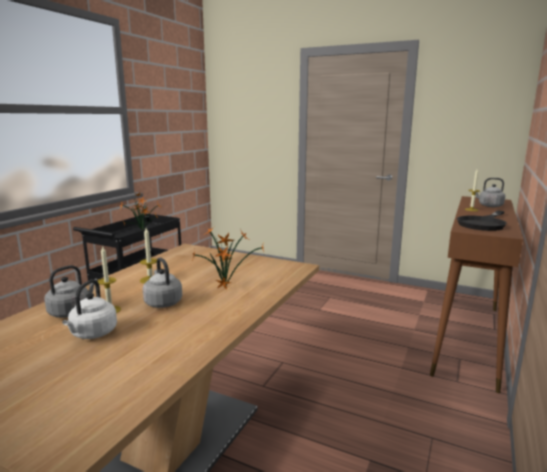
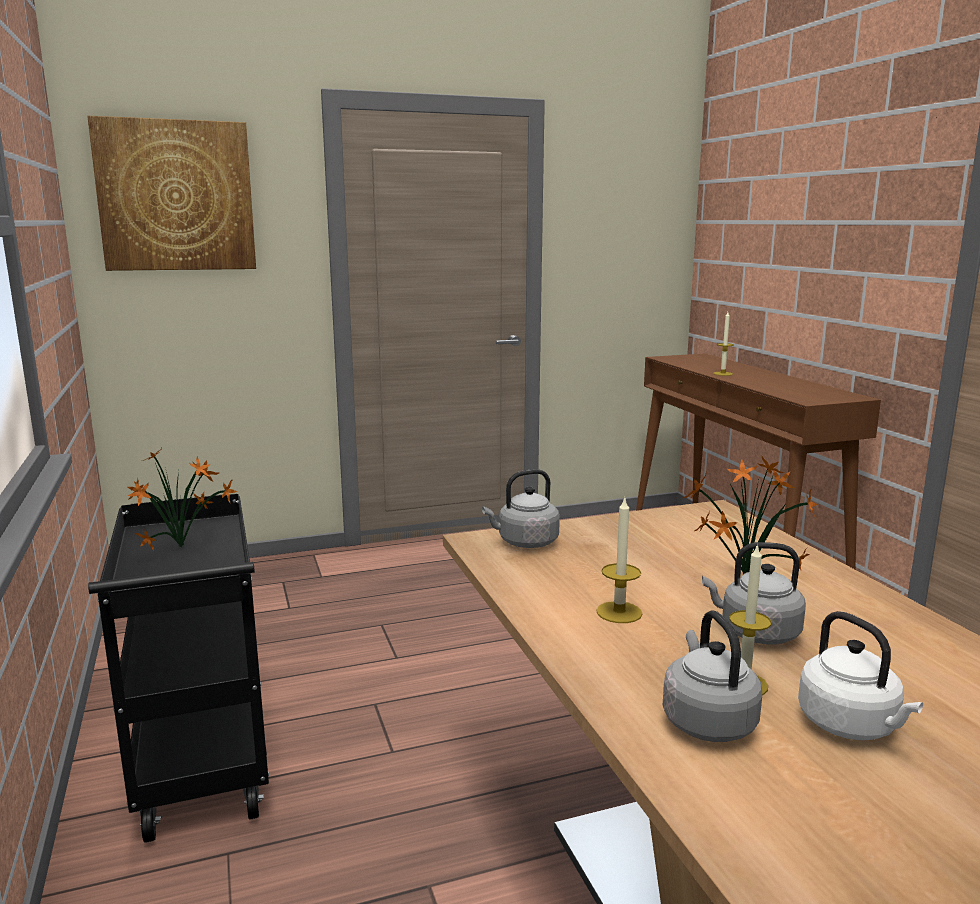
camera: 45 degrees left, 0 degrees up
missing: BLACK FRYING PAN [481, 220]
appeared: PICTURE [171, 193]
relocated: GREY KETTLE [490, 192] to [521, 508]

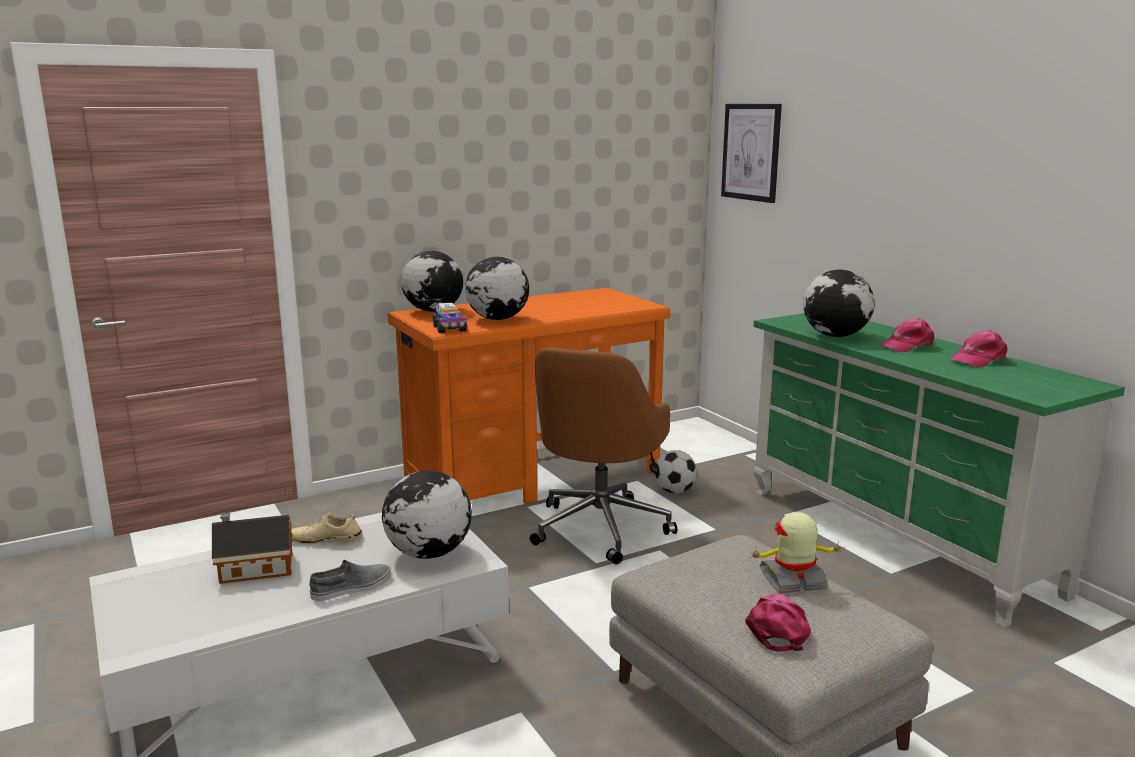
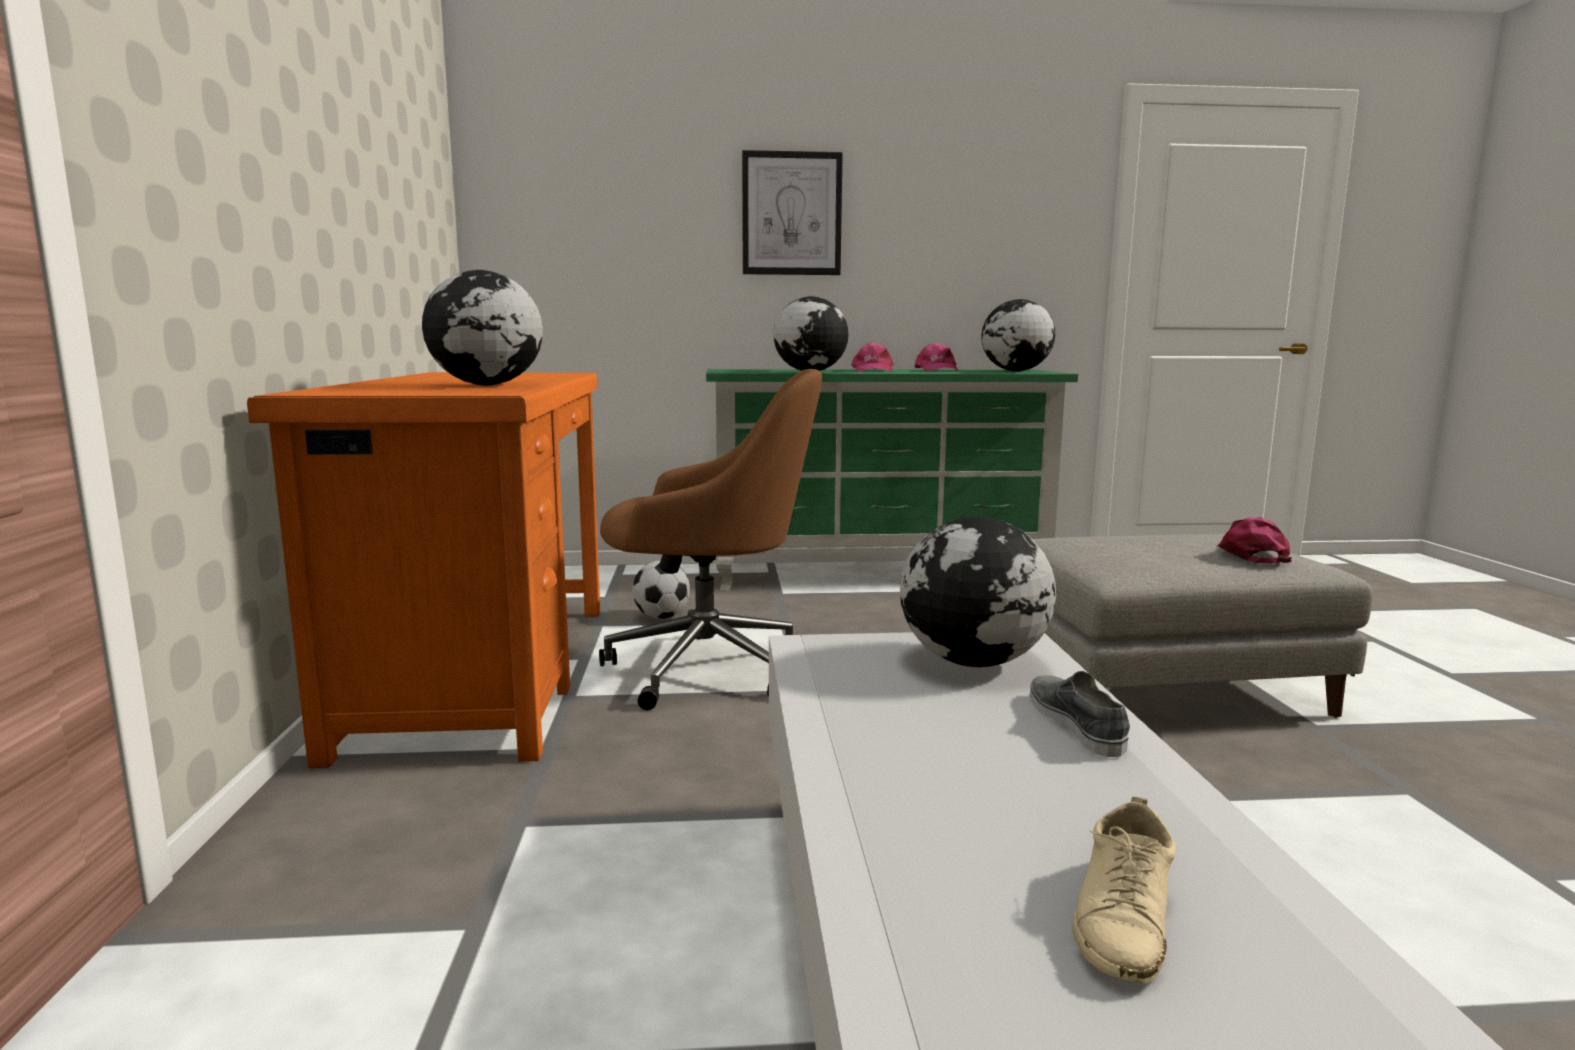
camera: 65 degrees left, 5 degrees down
missing: TOY TRUCK [450, 318]; TOY ROBOT [797, 552]; TOY HOUSE [252, 548]
relocated: PICTURE [751, 153] to [792, 212]; GLOBE [432, 281] to [1018, 335]; BEIGE SHOE [327, 528] to [1124, 889]
spun: BROWN OFFICE CHAIR [603, 455] = [710, 539] 45 degrees counterclockwise; PINK CAP [778, 623] = [1254, 540] 60 degrees clockwise

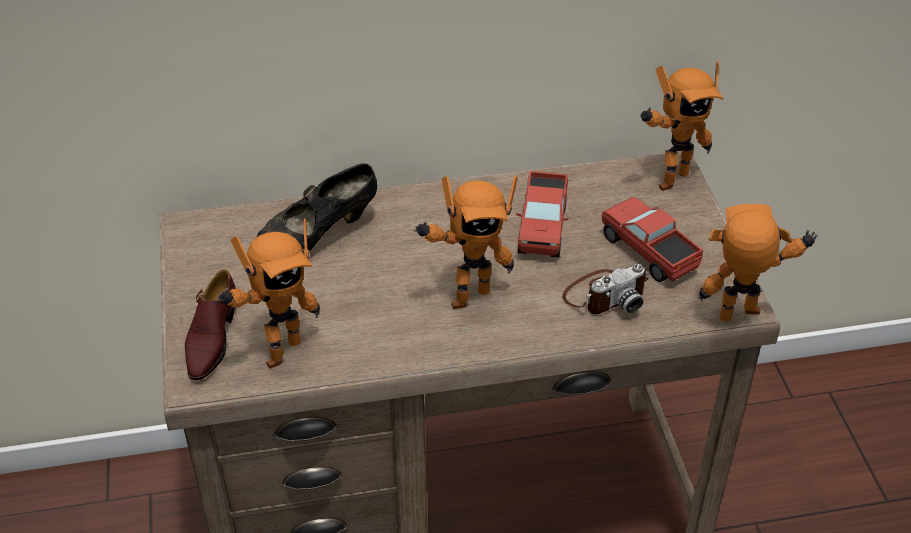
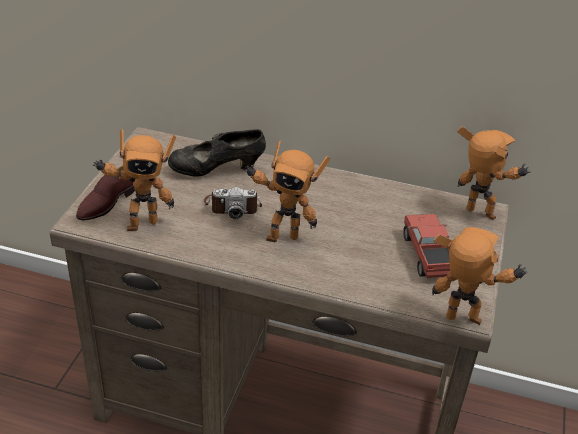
camera: 25 degrees right, 5 degrees down
missing: TOY TRUCK [542, 214]
relocated: PHOTO CAMERA [605, 289] to [233, 203]
spun: TOY ROBOT [681, 126] = [494, 173] 135 degrees counterclockwise

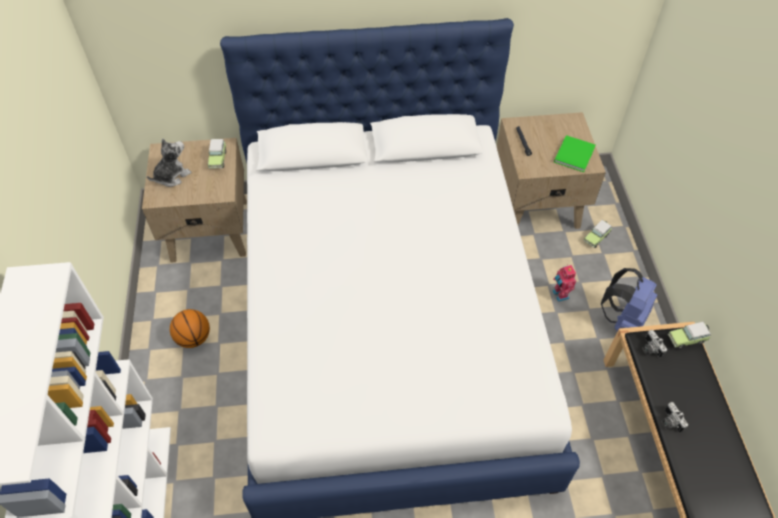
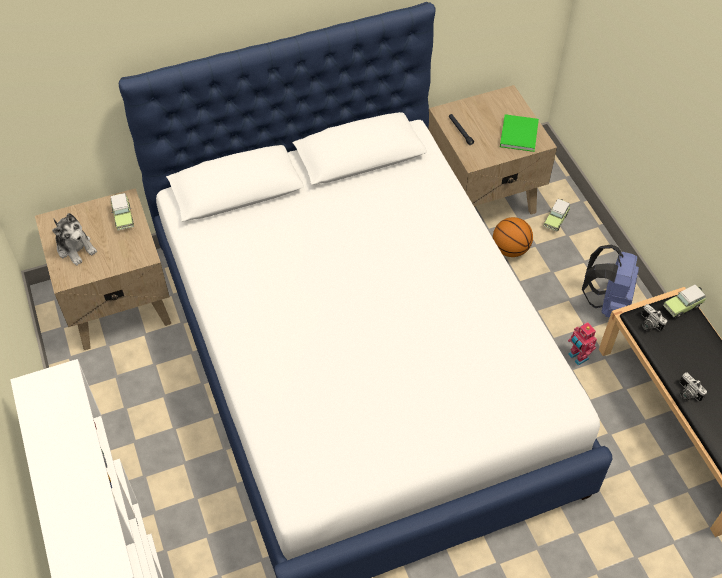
camera: 15 degrees left, 0 degrees up
relocated: TOY ROBOT [564, 283] to [582, 344]; BASKETBALL [190, 328] to [513, 237]
spun: PLUSH TOY [169, 162] = [74, 239] 105 degrees clockwise

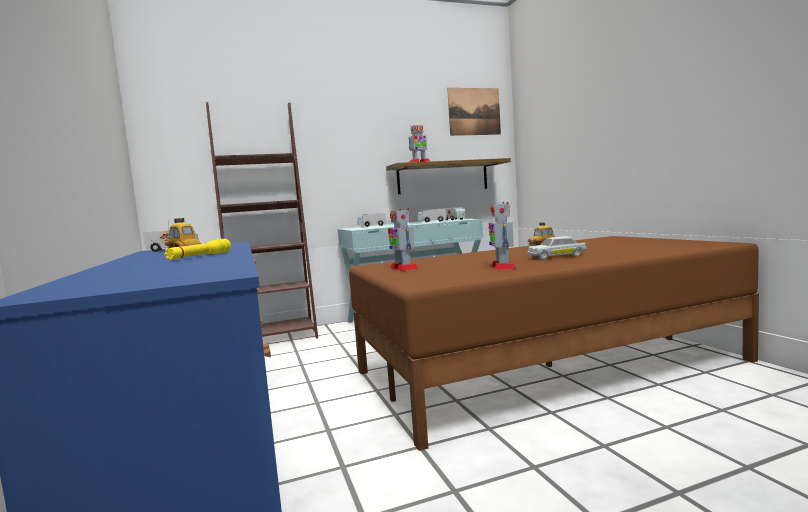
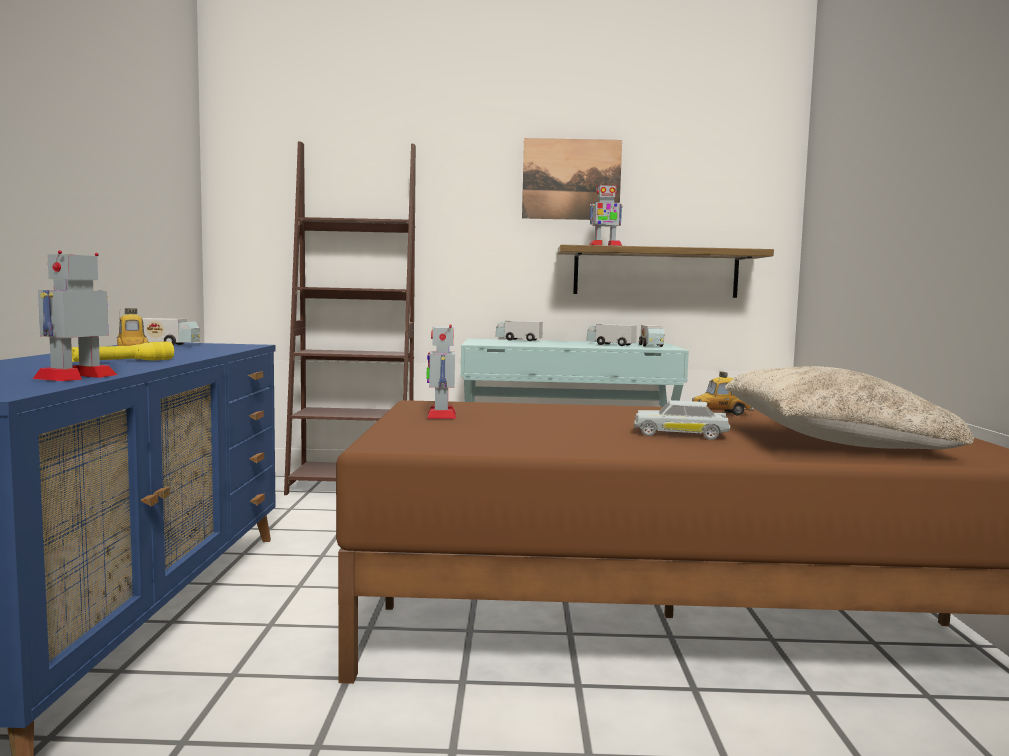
camera: 20 degrees right, 0 degrees up
appeared: BEIGE PILLOW [849, 407]
relocated: PICTURE [474, 112] to [572, 179]; TOY ROBOT [503, 236] to [75, 315]

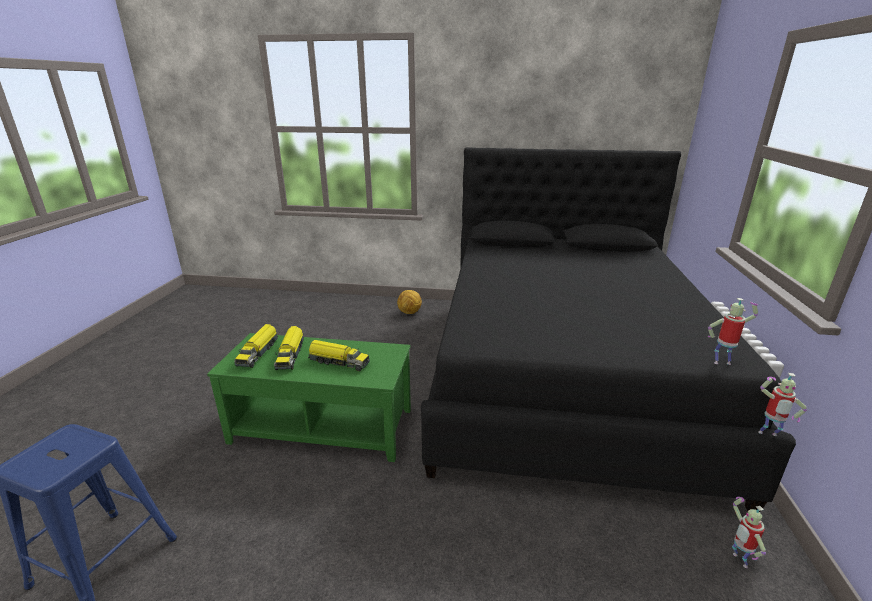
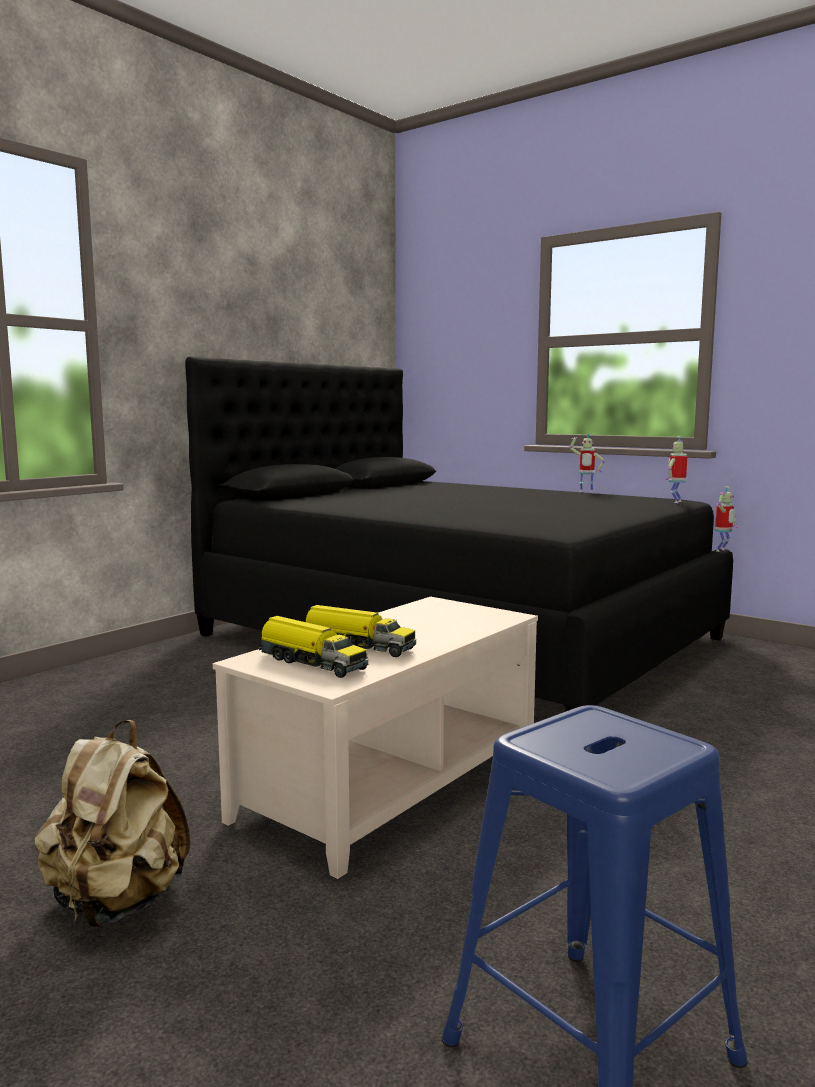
camera: 60 degrees left, 15 degrees down
missing: FOOTBALL [409, 302]; TOY TRUCK [339, 355]
appeared: BEIGE BACKPACK [112, 823]
relocated: TOY ROBOT [749, 532] to [587, 462]
colour: GREEN COFFEE TABLE [309, 397] to BEIGE COFFEE TABLE [375, 738]

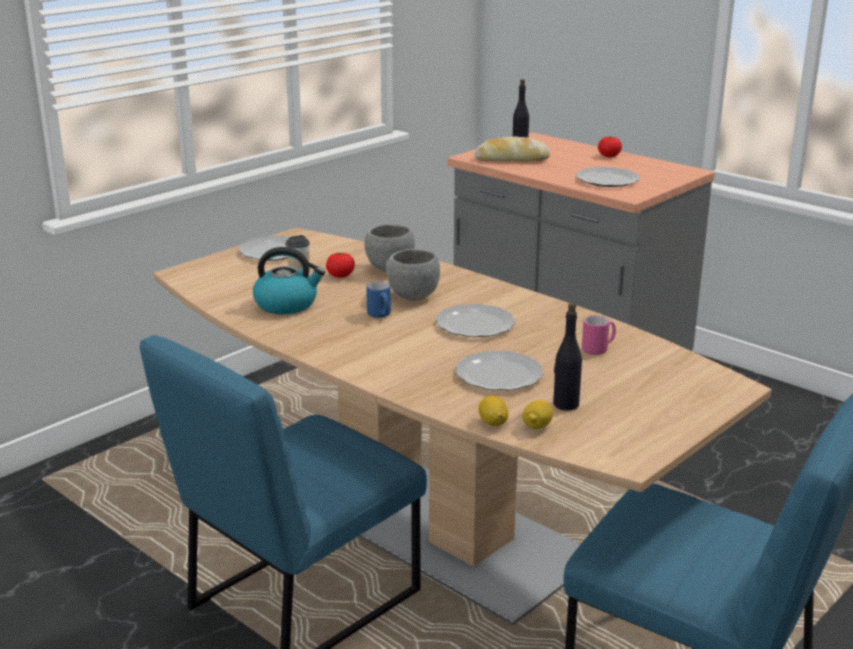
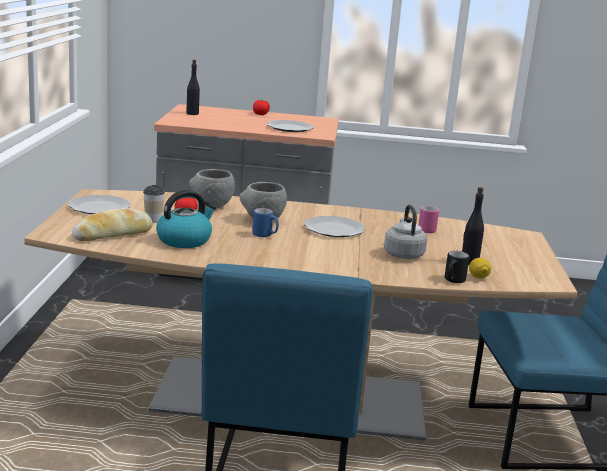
camera: 40 degrees left, 5 degrees down
relocated: BREAD [512, 148] to [112, 224]
exchanged: PLATE [500, 371] to GREY KETTLE [405, 231]; LEMON [493, 411] to BLACK MUG [457, 267]

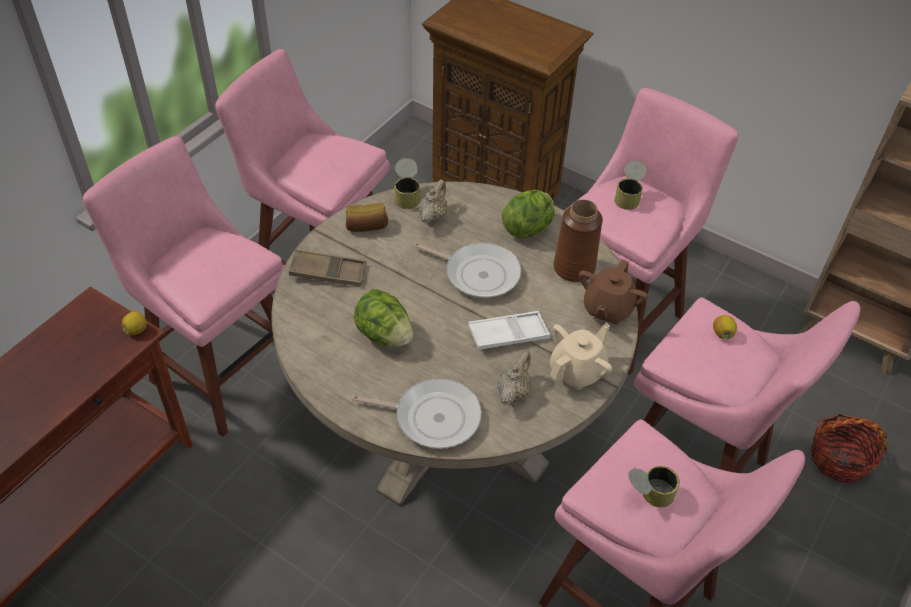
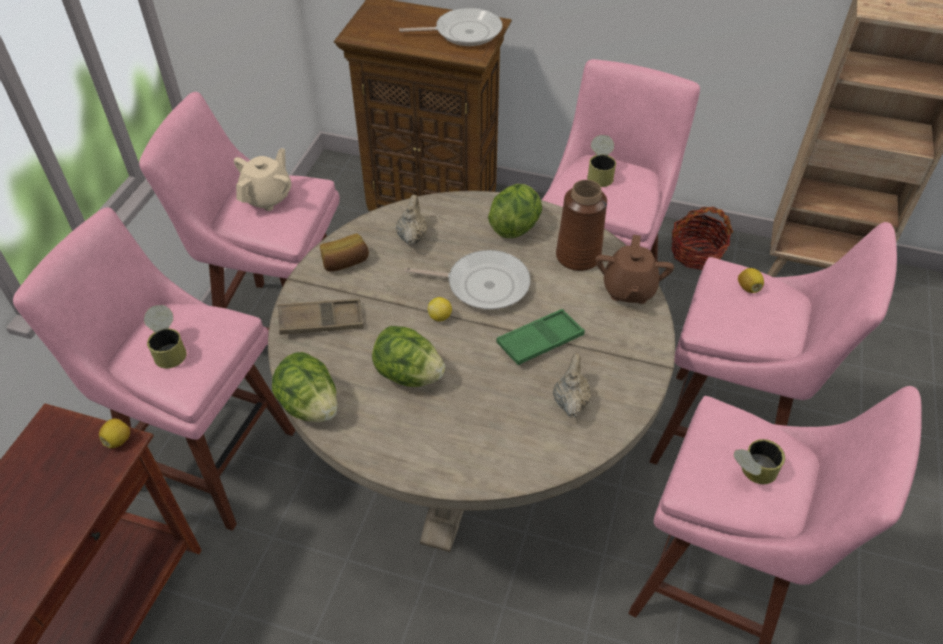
camera: 15 degrees left, 0 degrees up
appeared: LEMON [440, 309]; LETTUCE [304, 387]
relocated: CAN [407, 183] to [165, 337]; BEIGE TEAPOT [581, 356] to [262, 179]; FRYING PAN [417, 413] to [450, 27]; BASKET [849, 448] to [702, 238]
colour: WHITE TRAY [509, 330] to GREEN TRAY [540, 337]

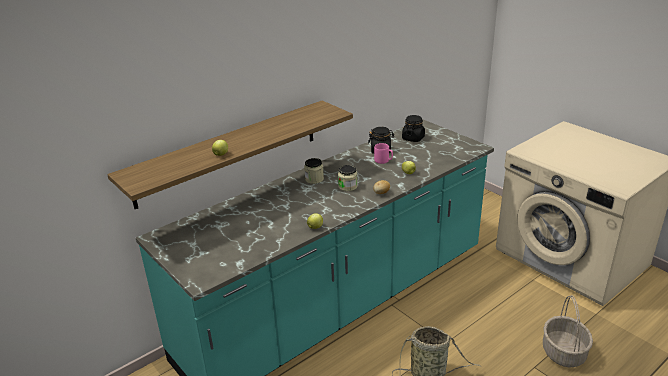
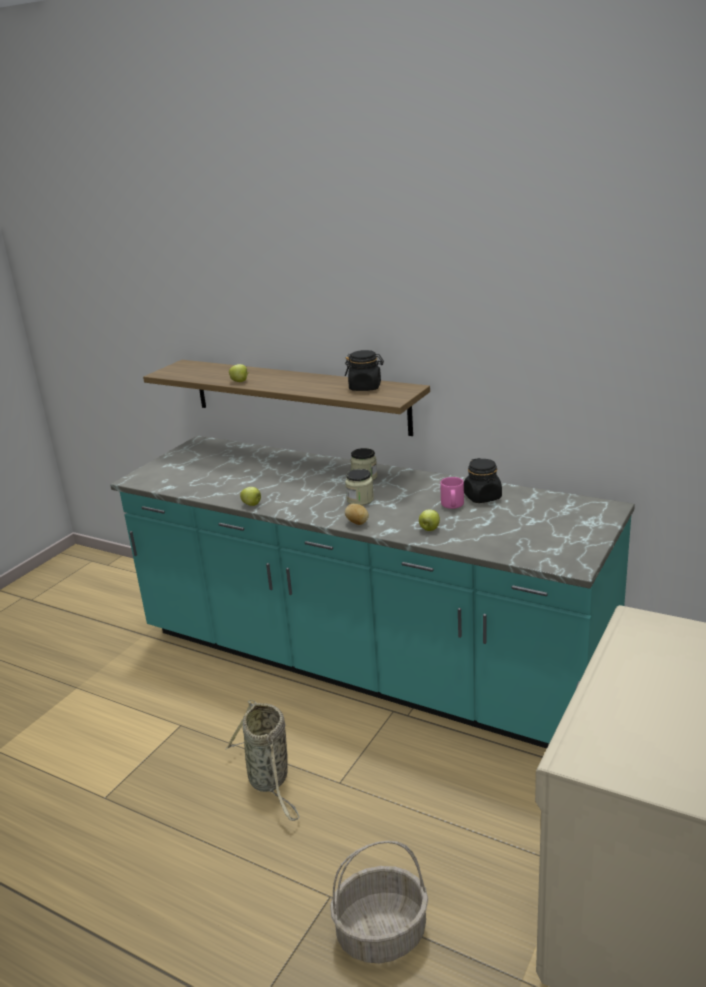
camera: 70 degrees right, 5 degrees down
relocated: BLACK JAR [413, 128] to [364, 370]

